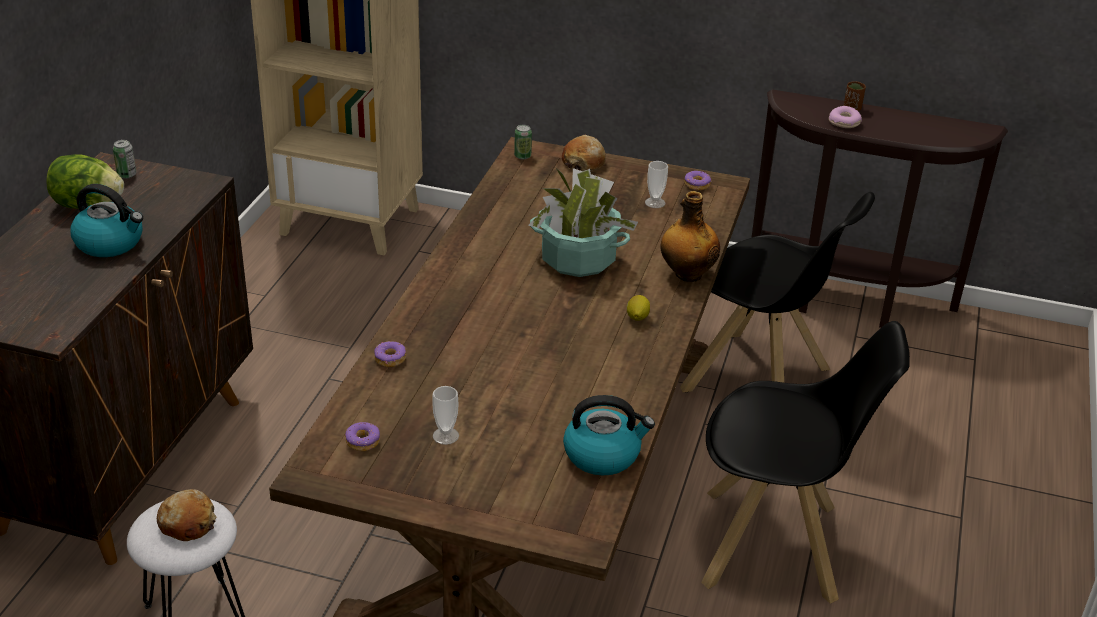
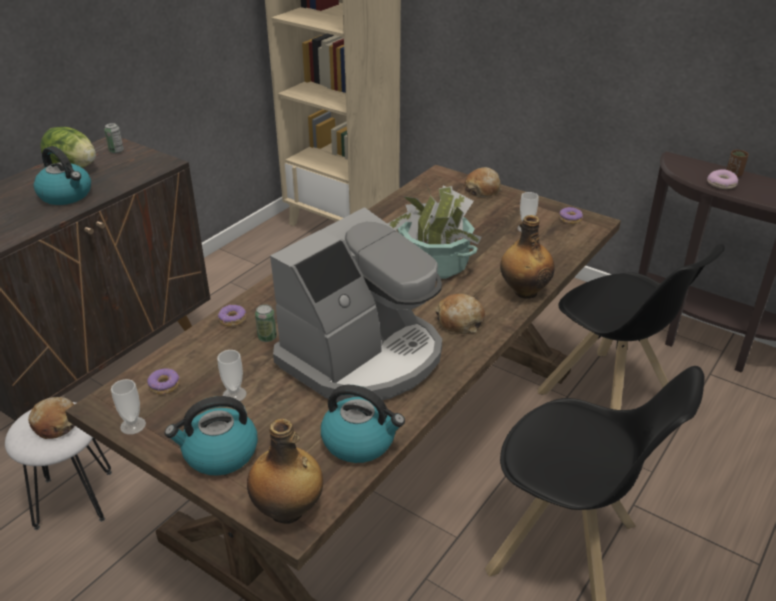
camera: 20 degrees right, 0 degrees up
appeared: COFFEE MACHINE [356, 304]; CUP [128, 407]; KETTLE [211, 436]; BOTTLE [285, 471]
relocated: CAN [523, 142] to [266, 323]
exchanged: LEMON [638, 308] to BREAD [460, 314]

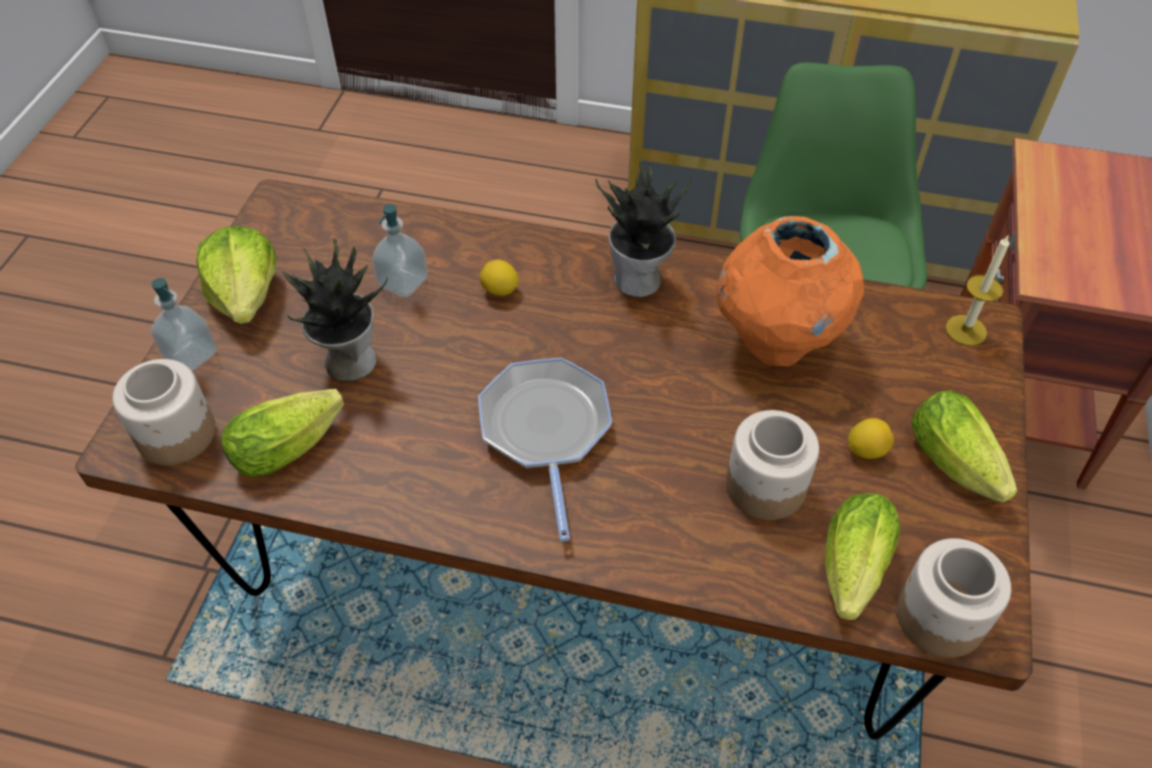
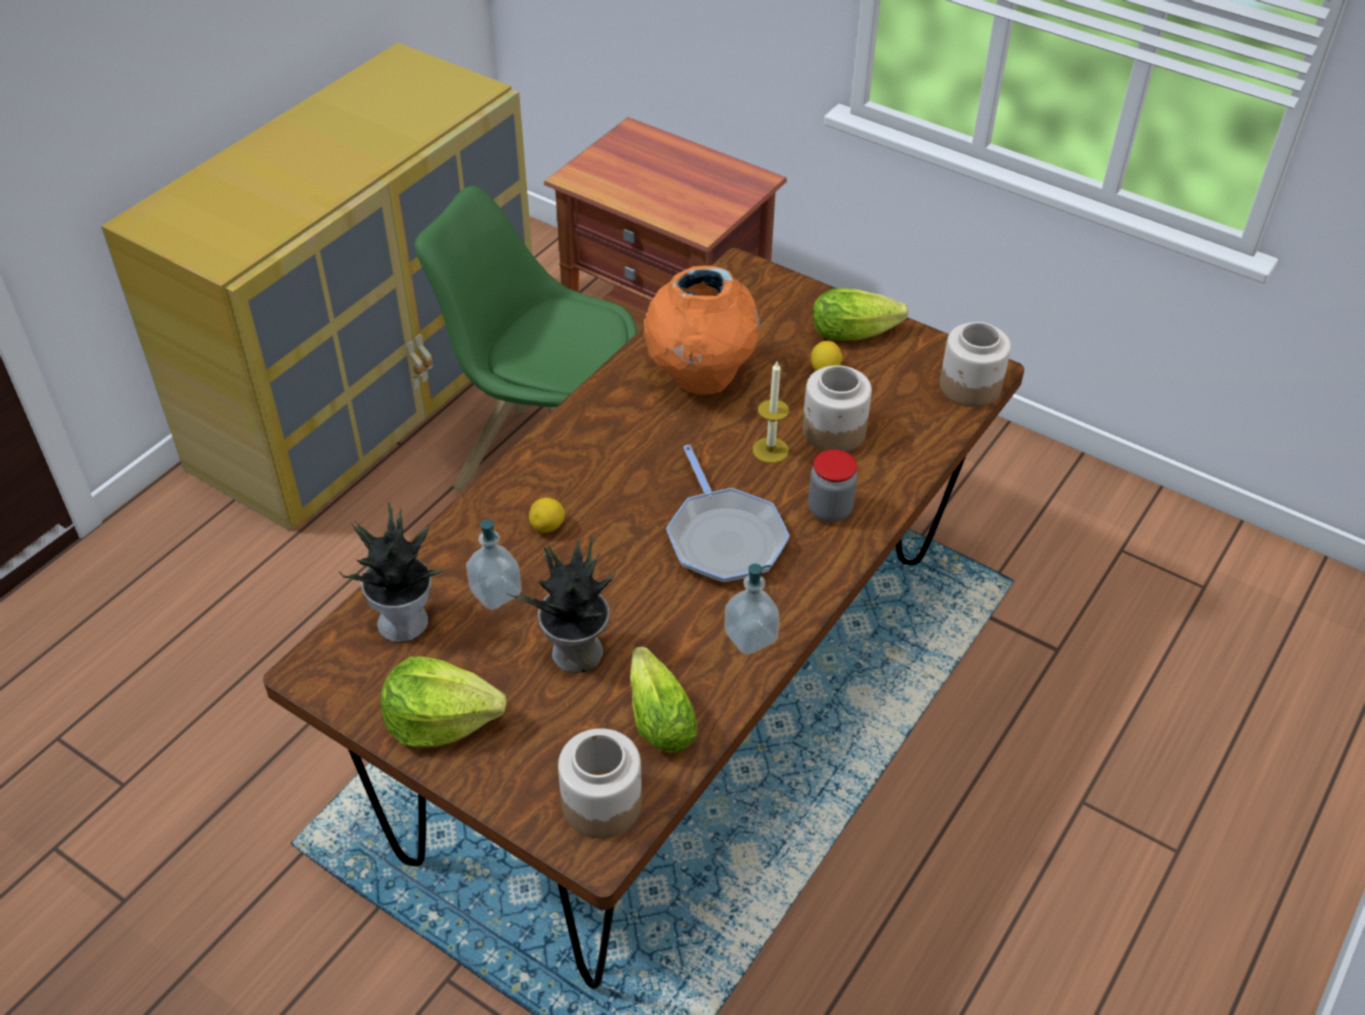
camera: 70 degrees left, 5 degrees down
missing: LETTUCE [862, 556]
appeared: JAR [832, 486]
relocated: POTTED PLANT [643, 226] to [393, 572]; CANDLE [978, 290] to [771, 412]; SOAP DISPENSER [184, 324] to [752, 609]
spun: FRYING PAN [545, 450] = [728, 514] 120 degrees counterclockwise

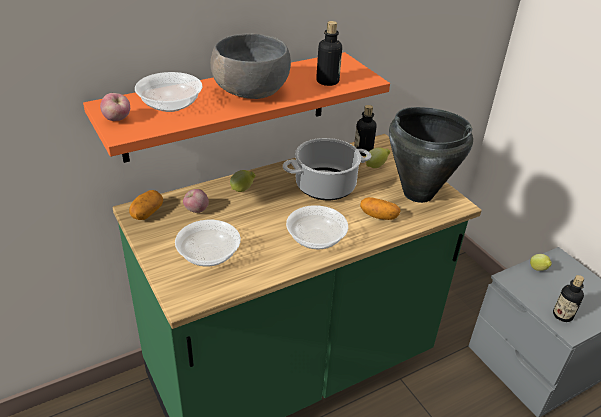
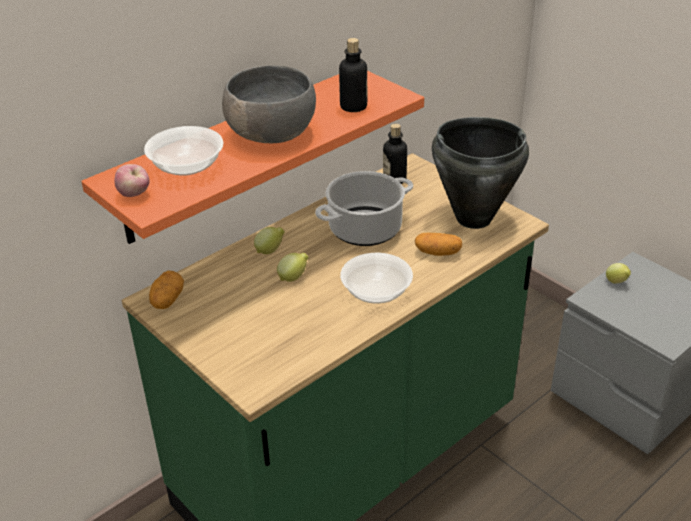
camera: 10 degrees left, 0 degrees up
missing: APPLE [196, 201]; BOWL [208, 243]; BOTTLE [568, 298]
relocated: LEMON [378, 157] to [293, 267]

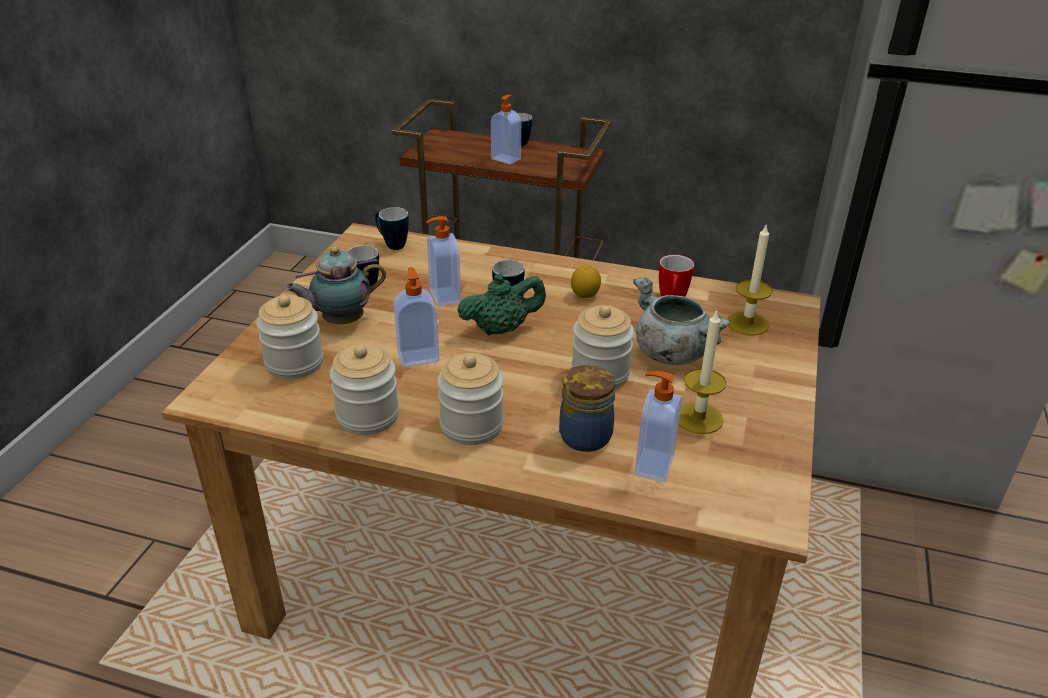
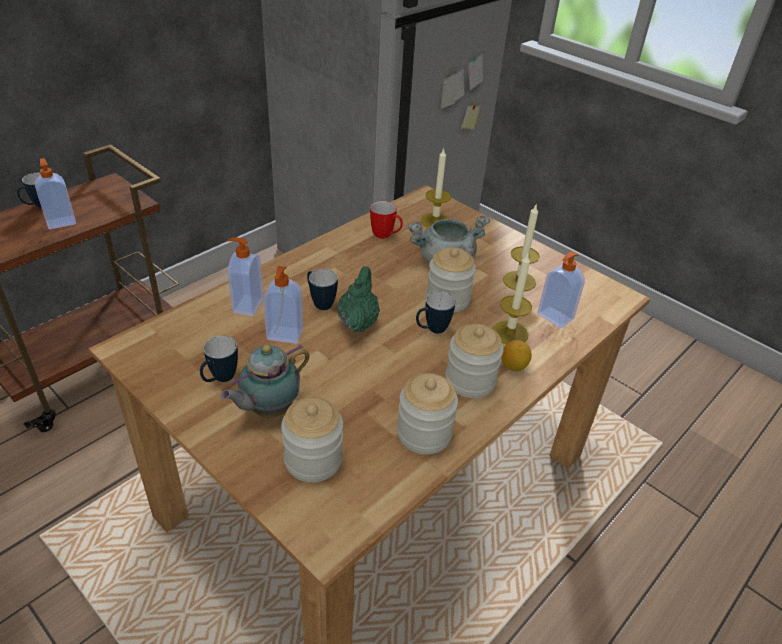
camera: 65 degrees left, 5 degrees up
relocated: MUG [392, 228] to [435, 312]; LEMON [586, 282] to [516, 355]; SOAP DISPENSER [416, 317] to [246, 276]
exchanged: JAR [587, 408] to CANDLE [512, 298]
spun: TEAPOT [335, 285] = [265, 380] 45 degrees clockwise

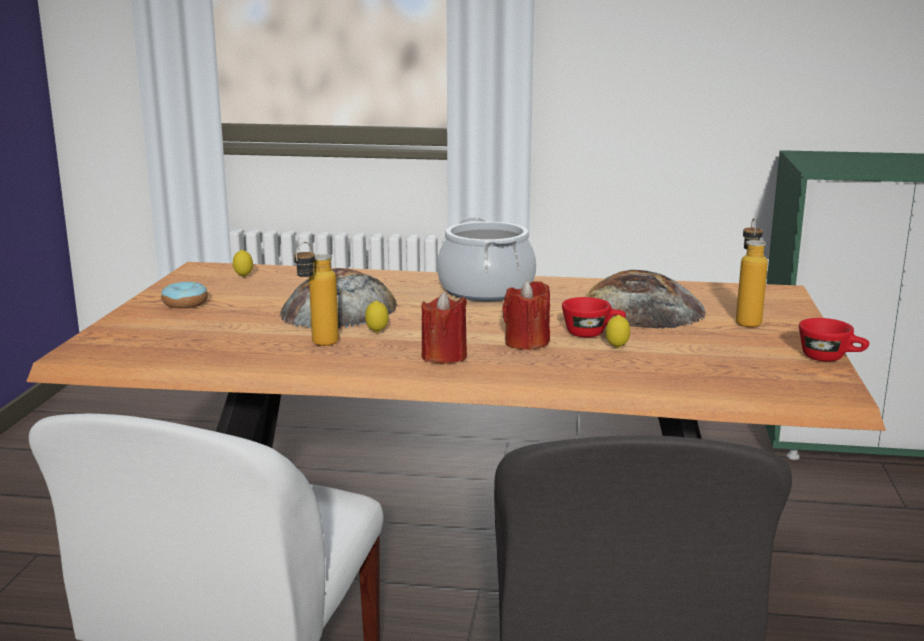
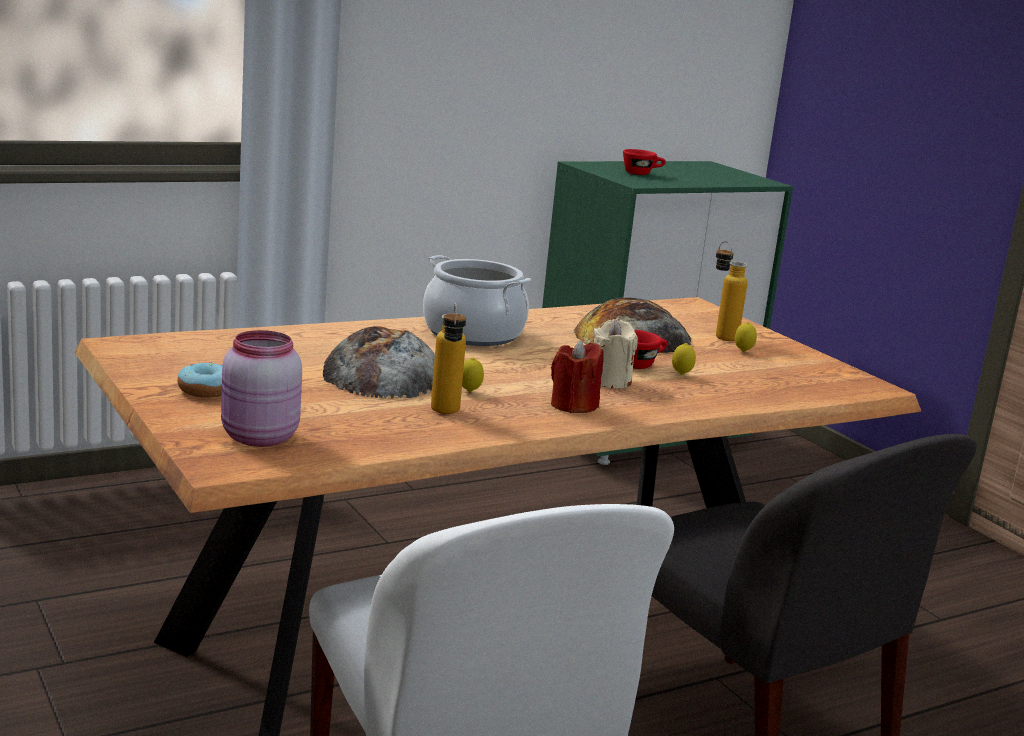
camera: 40 degrees left, 0 degrees up
appeared: PINK JAR [261, 388]
relocated: LEMON [243, 263] to [746, 337]; RED CUP [834, 340] to [644, 162]
colour: RED CANDLE [526, 315] to BEIGE CANDLE [615, 353]

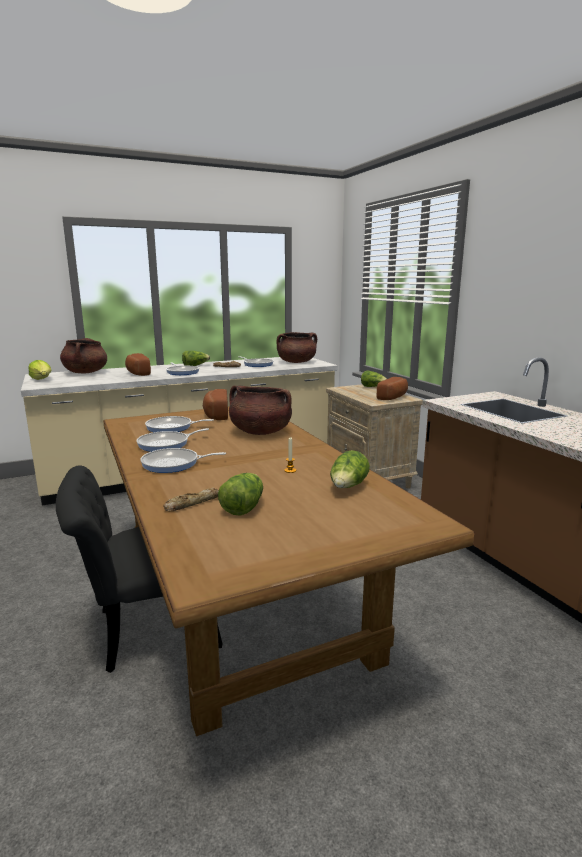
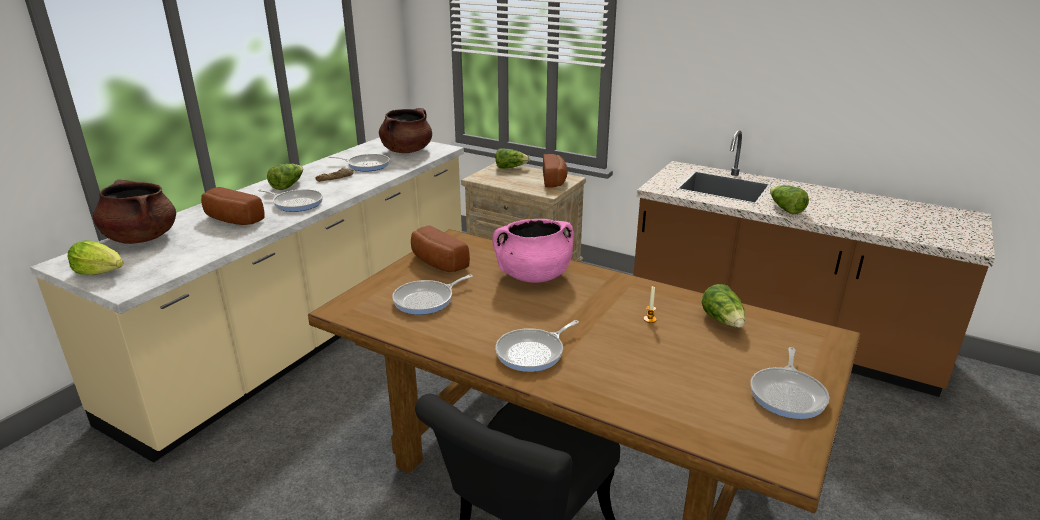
camera: 35 degrees left, 10 degrees up
missing: BREAD [191, 499]
relocated: FRYING PAN [173, 440] to [789, 383]; LETTUCE [240, 494] to [789, 200]
colour: BROWN COOKING POT [260, 410] to PINK COOKING POT [533, 251]

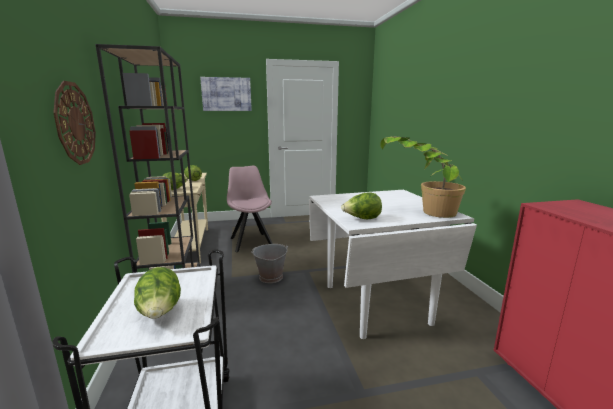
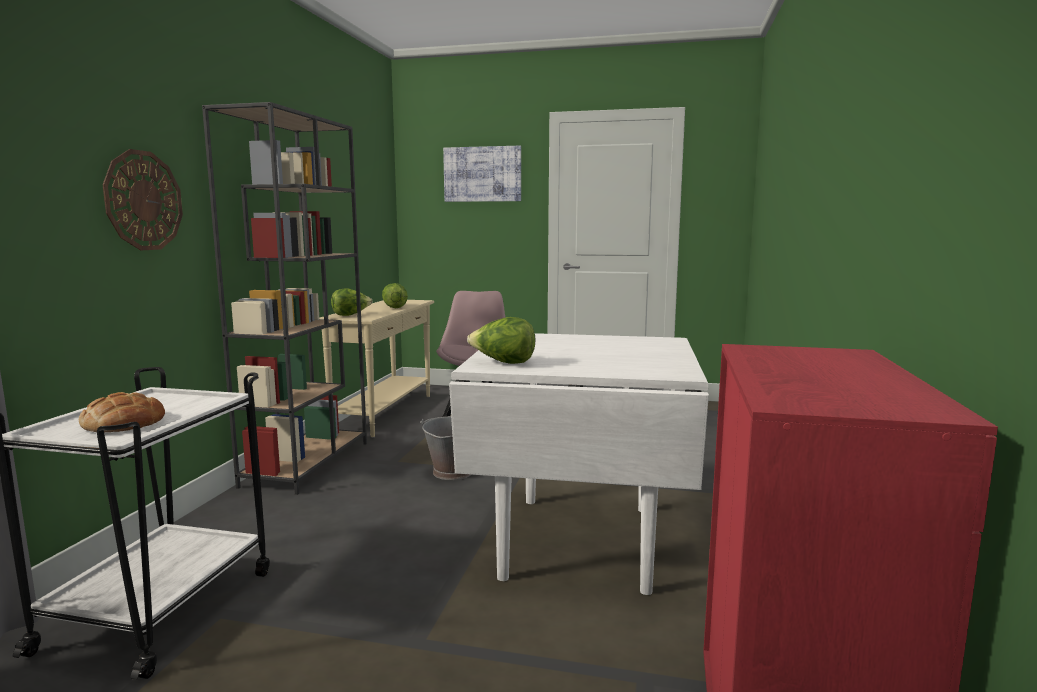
camera: 25 degrees right, 5 degrees down
missing: POTTED PLANT [423, 177]
exchanged: LETTUCE [157, 293] to BREAD [122, 412]

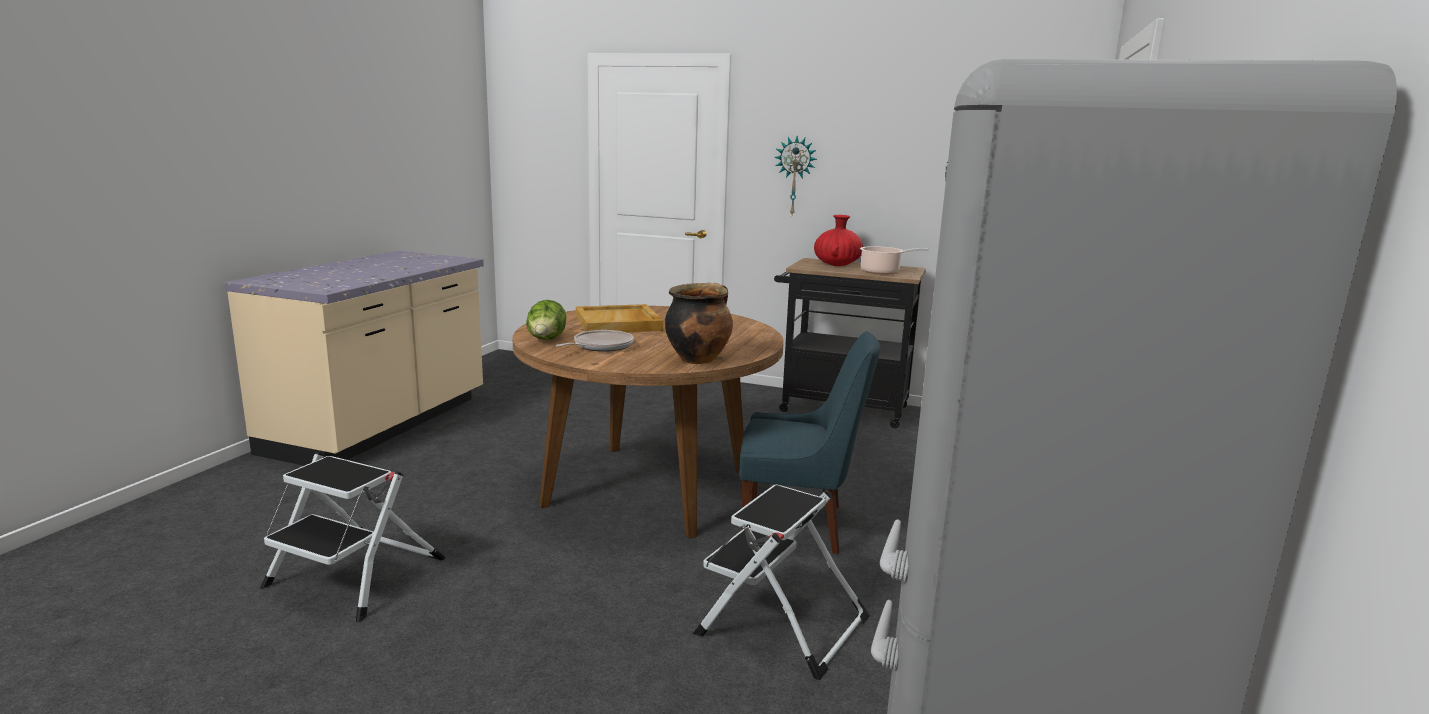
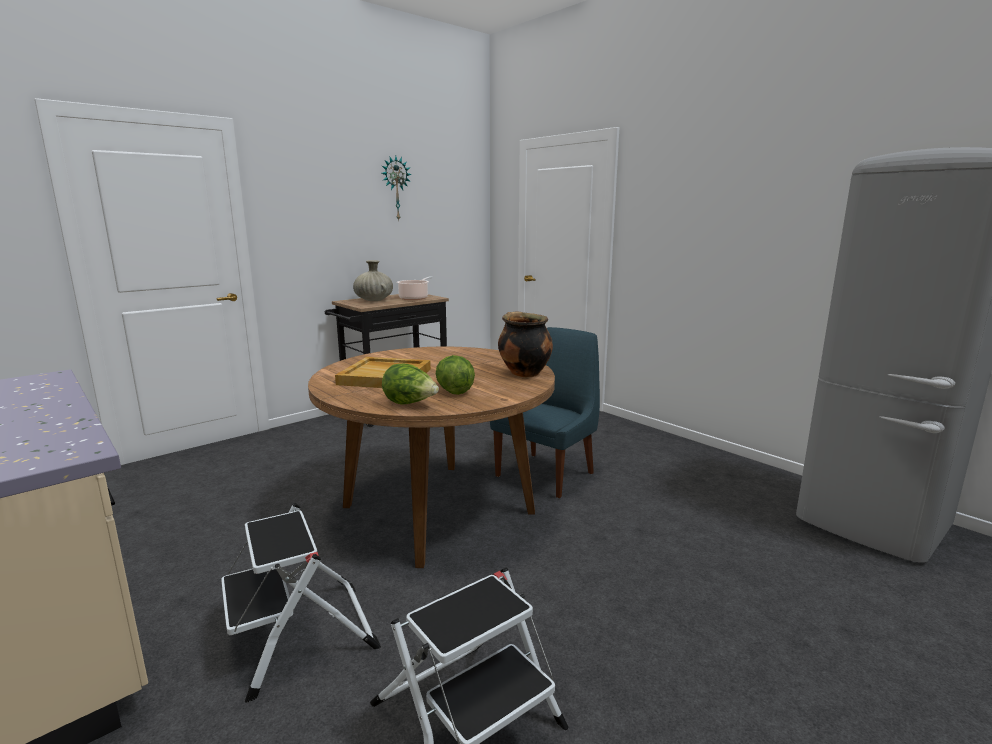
camera: 60 degrees left, 0 degrees up
relocated: WALL CLOCK [795, 175] to [396, 188]; STEP LADDER [781, 582] to [301, 603]
exchanged: FRYING PAN [595, 341] to LETTUCE [455, 375]
colour: RED VASE [838, 240] to BEIGE VASE [373, 280]

